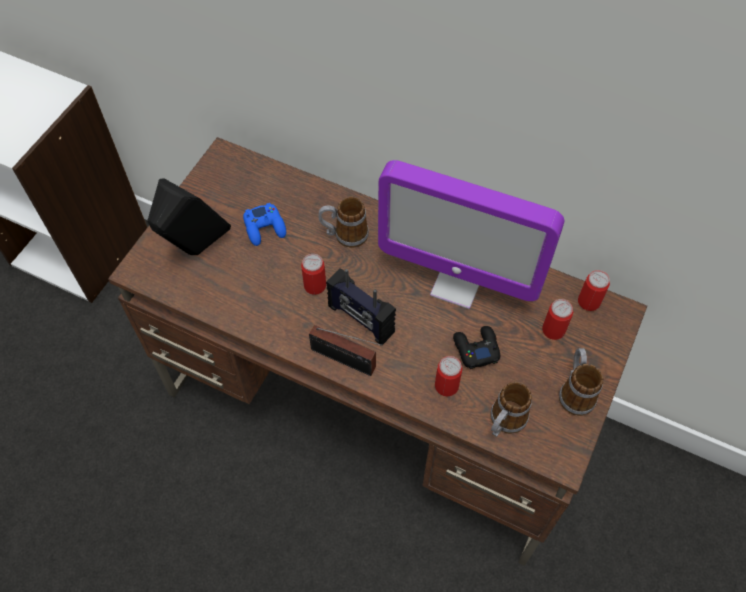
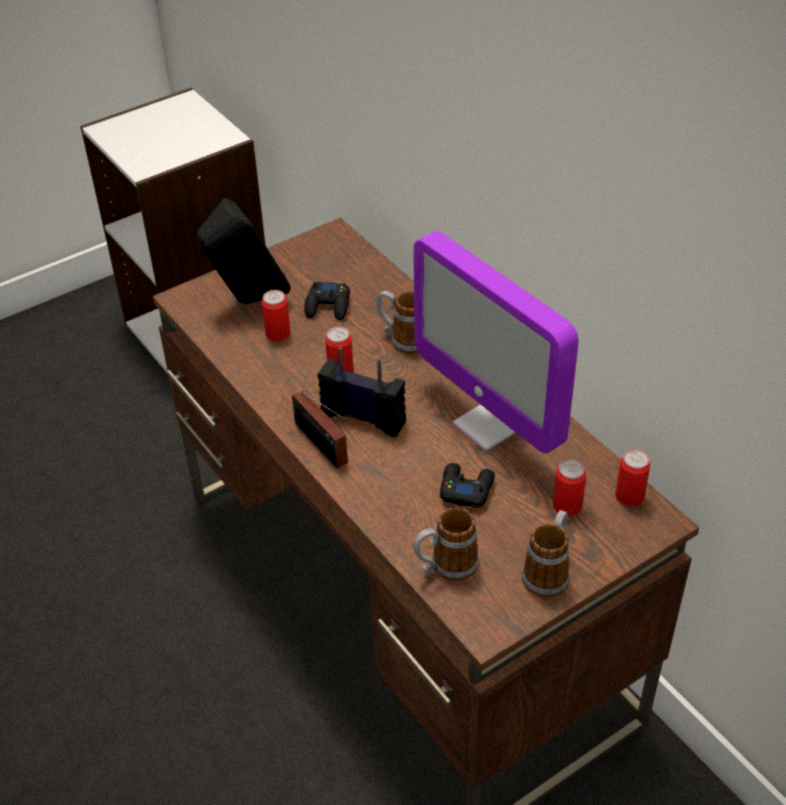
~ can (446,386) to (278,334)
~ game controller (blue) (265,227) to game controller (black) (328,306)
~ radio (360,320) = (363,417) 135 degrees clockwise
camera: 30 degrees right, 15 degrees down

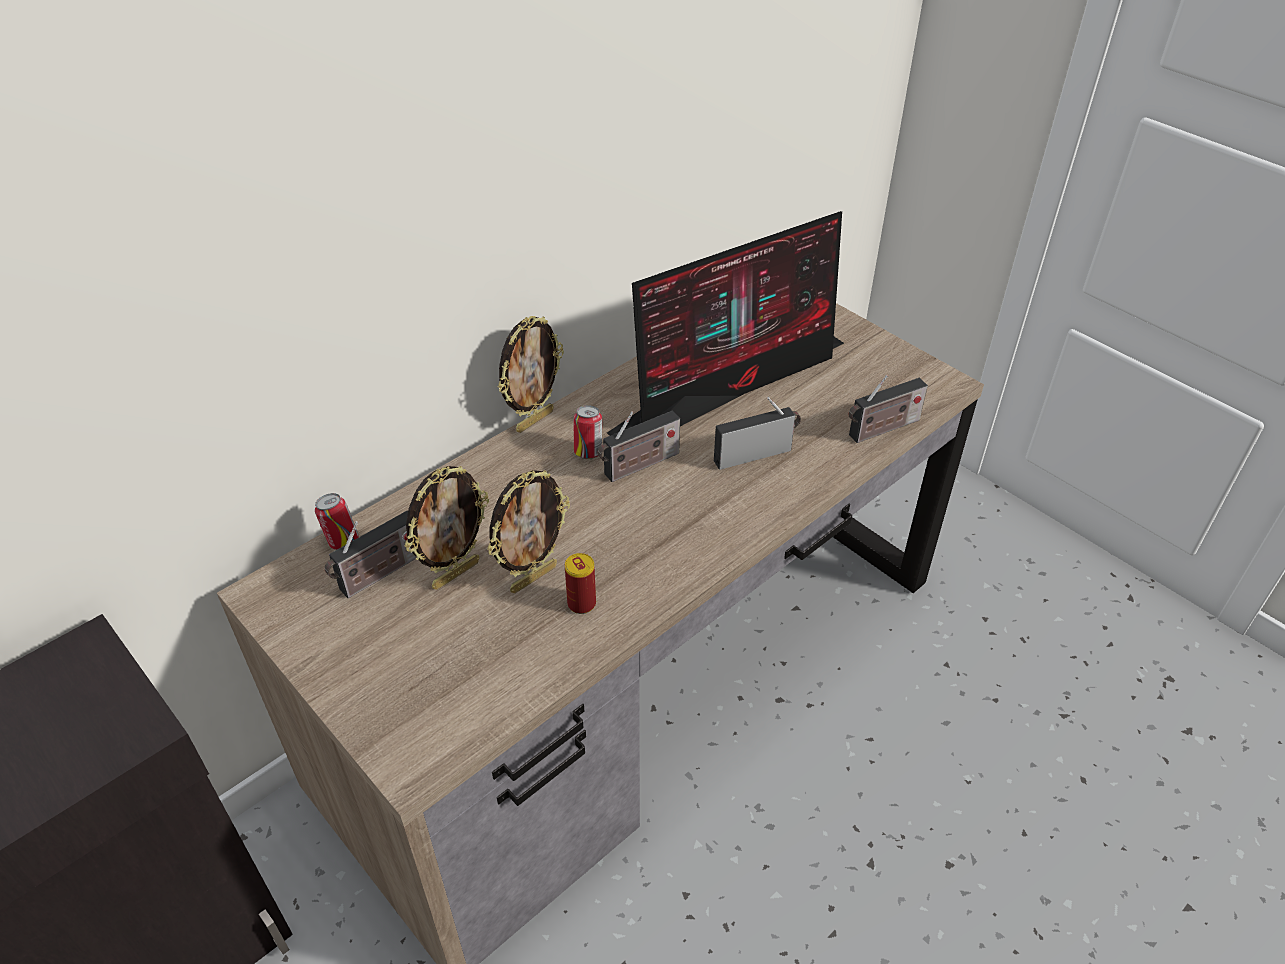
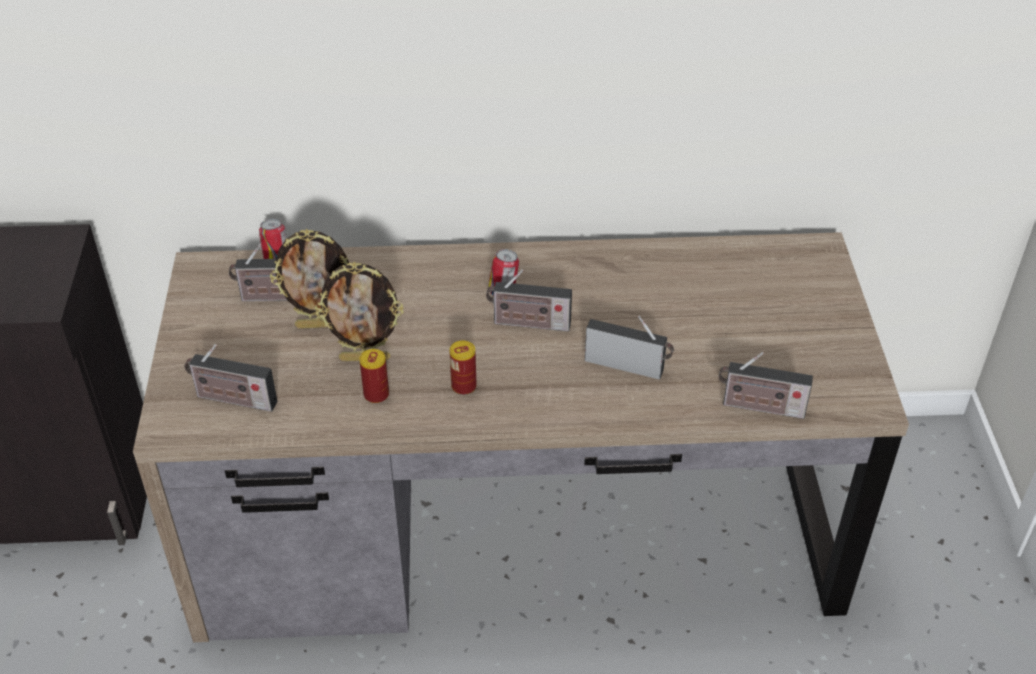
+ radio (232,399)
+ can (463,386)
- picture frame (534,420)
- monitor (734,385)
camera: 40 degrees right, 0 degrees up

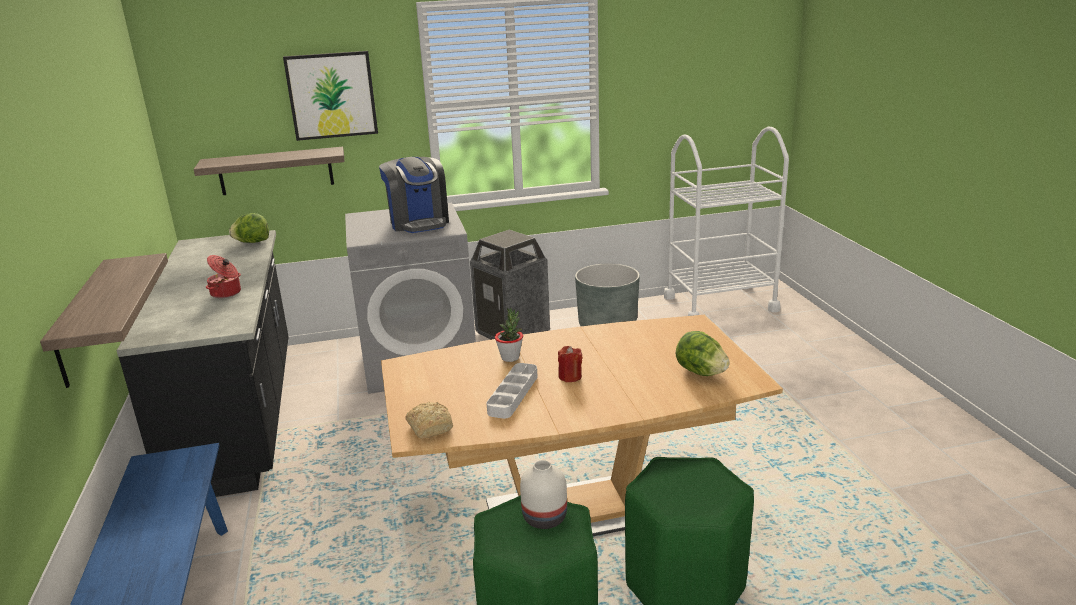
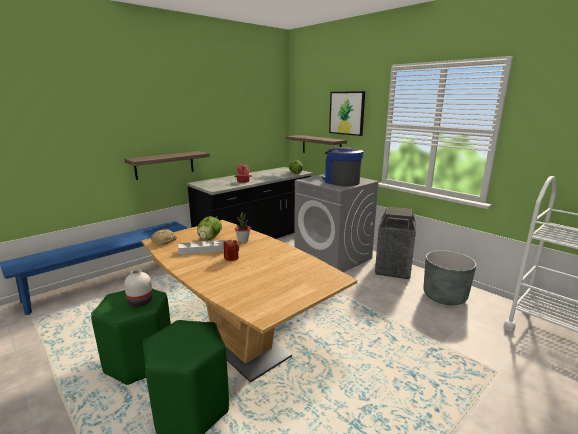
~ lettuce (700,372) to (209,238)
~ coffee machine (418,222) = (341,182) 105 degrees clockwise
camera: 60 degrees right, 5 degrees down

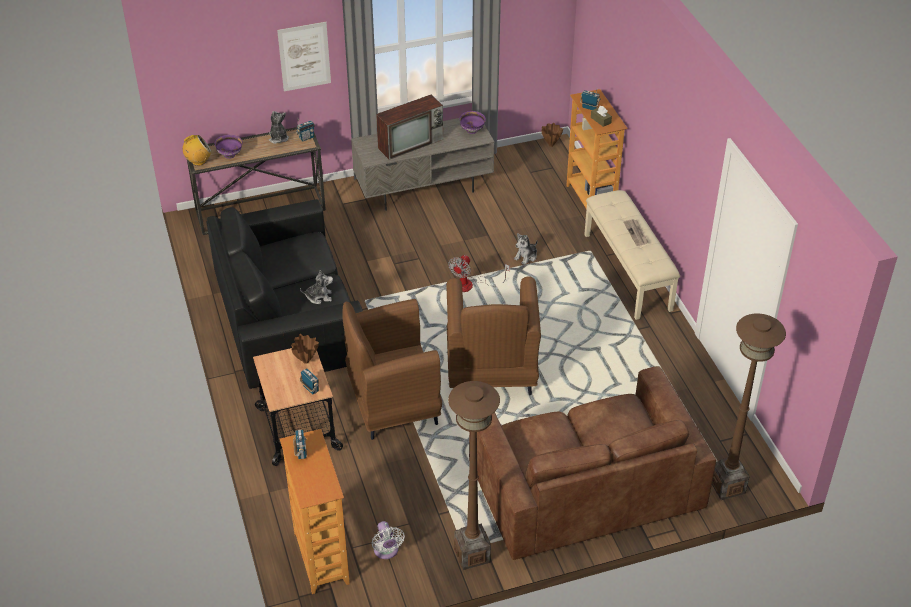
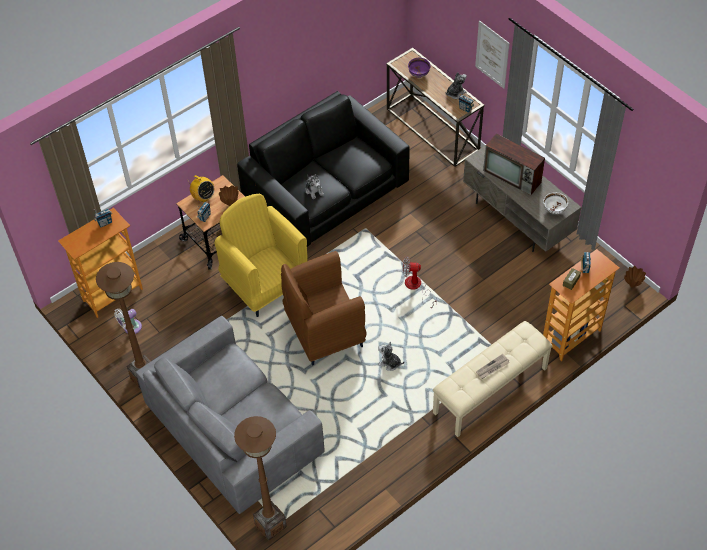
~ sofa (brown) (585,487) to sofa (grey) (232,428)
~ radio (198,161) to (203,197)
~ armchair (brown) (392,404) to armchair (yellow) (265,283)
~ plush toy (526,257) to (390,363)
~ bowl (purple) (472,131) to bowl (white) (554,210)
camera: 70 degrees right, 10 degrees up

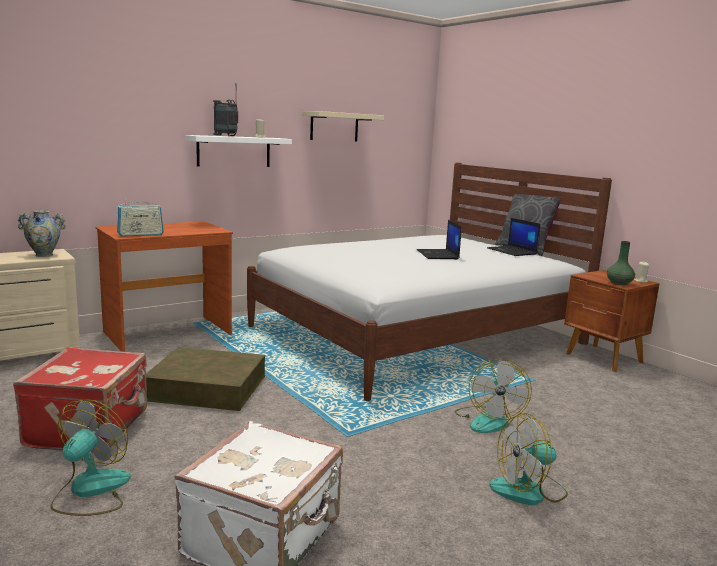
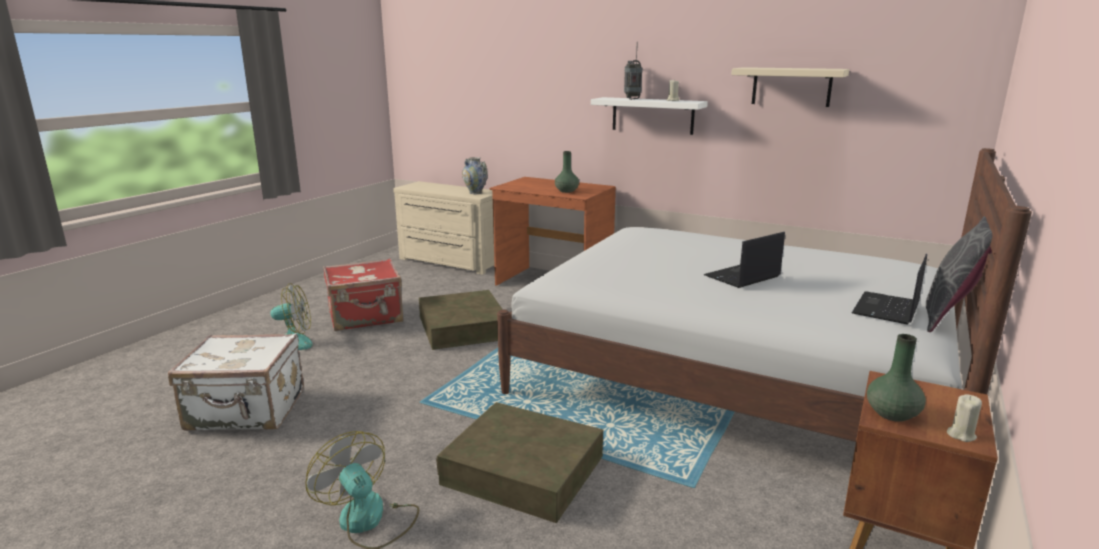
~ fan (488,420) to storage box (brown) (523,470)
+ vase (green) (566,191)
- radio (140,235)
camera: 65 degrees right, 5 degrees up

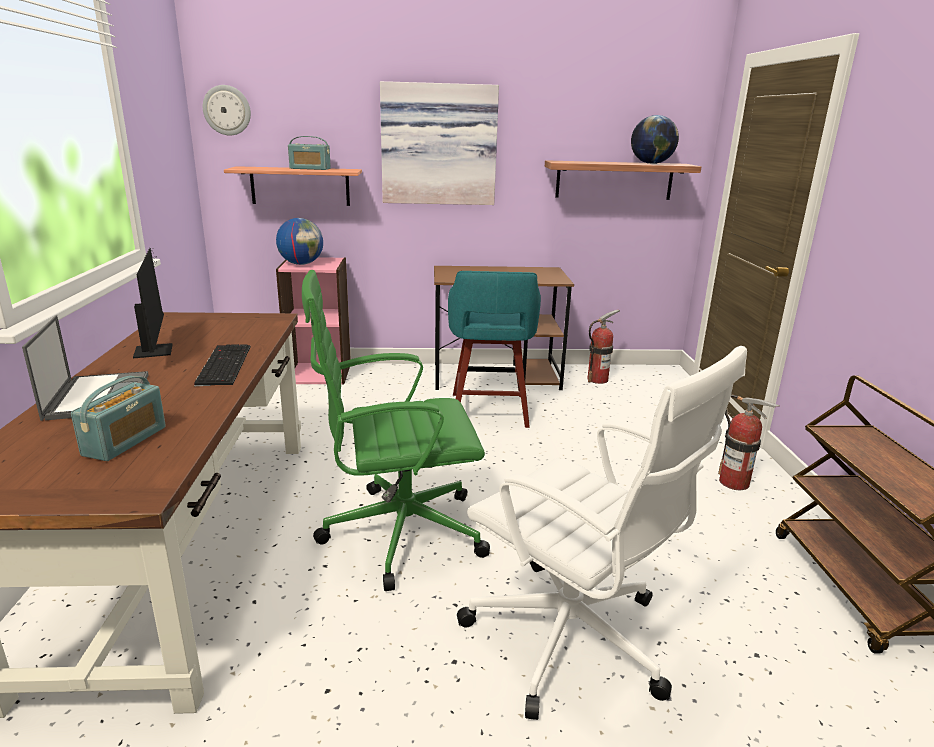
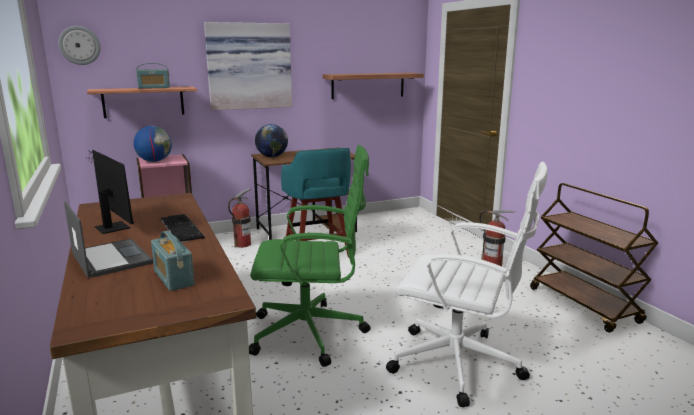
~ radio (125,441) = (173,278) 150 degrees clockwise
~ fire extinguisher (597,379) to (242,244)
~ office chair (green) (398,532) = (311,333) 150 degrees counterclockwise
~ globe (651,163) to (272,156)
camera: 20 degrees left, 5 degrees down

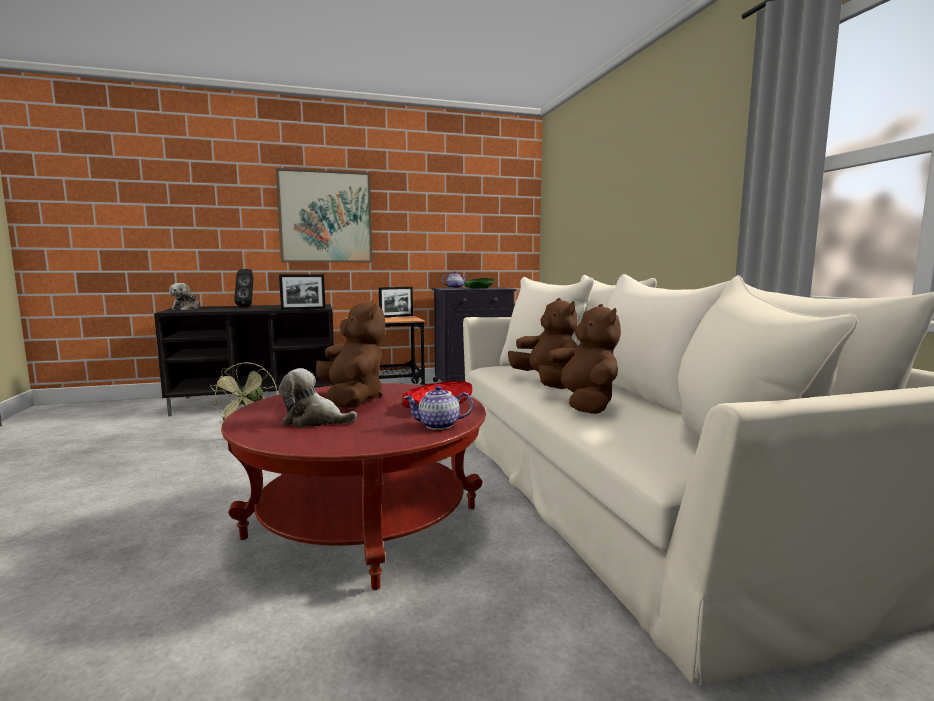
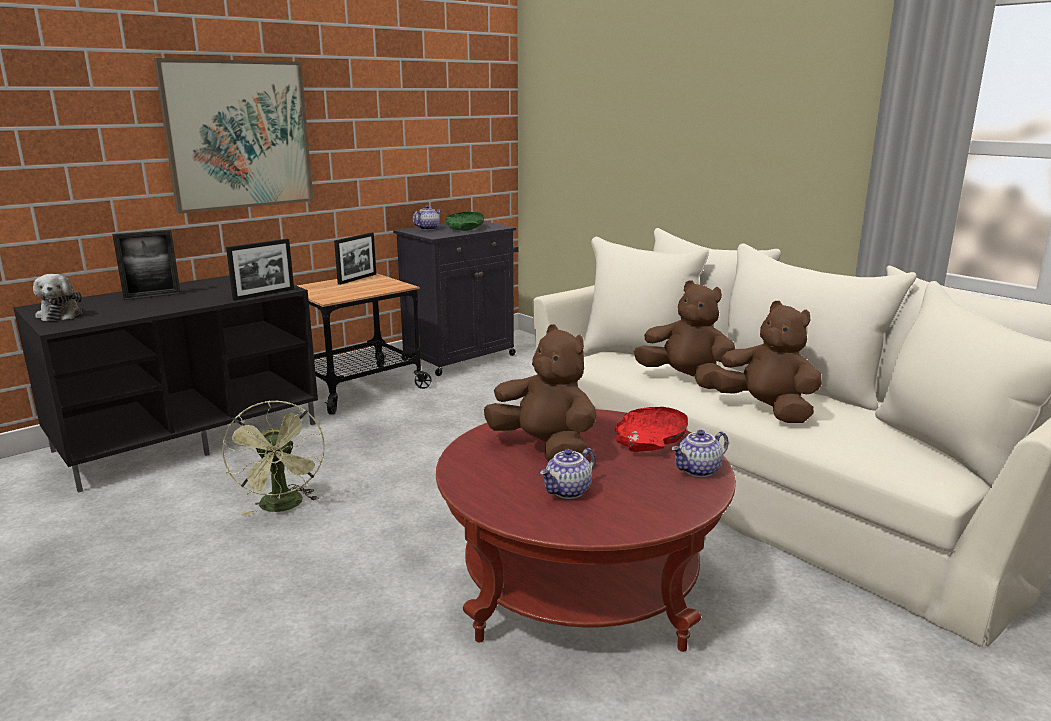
~ speaker (black) (247,307) to picture frame (152,296)
~ plush toy (314,421) to teapot (568,492)
camera: 25 degrees left, 10 degrees up

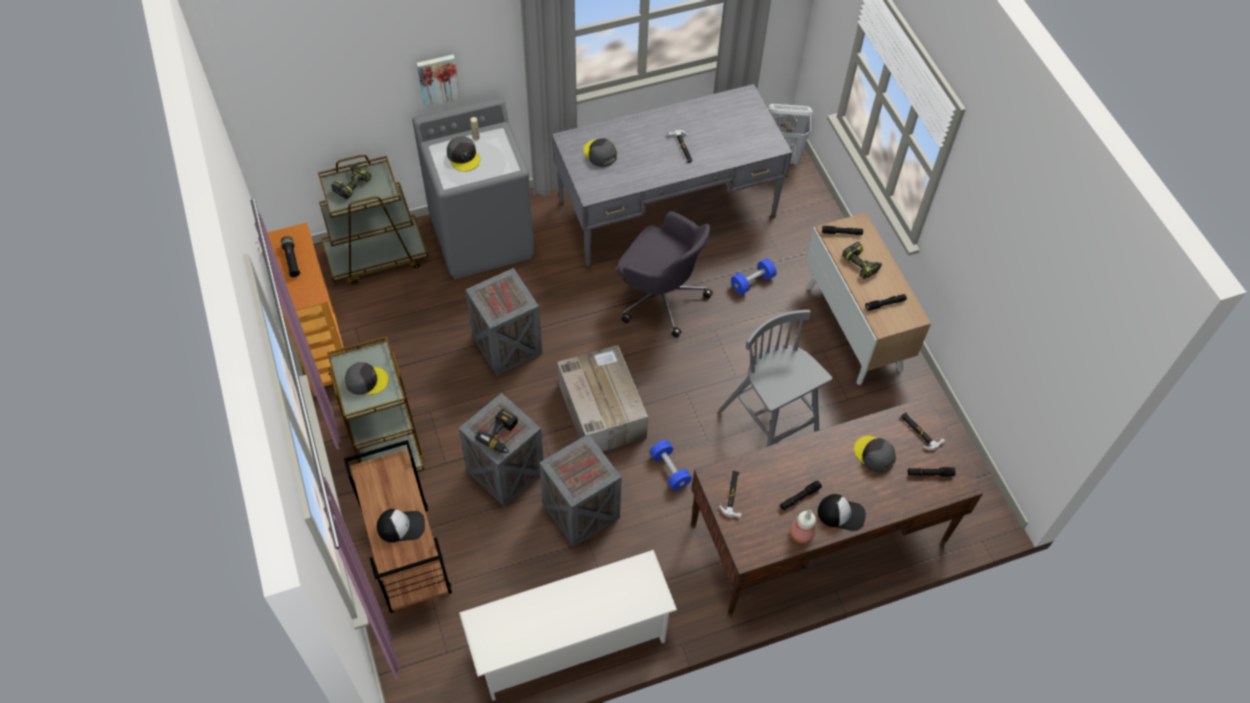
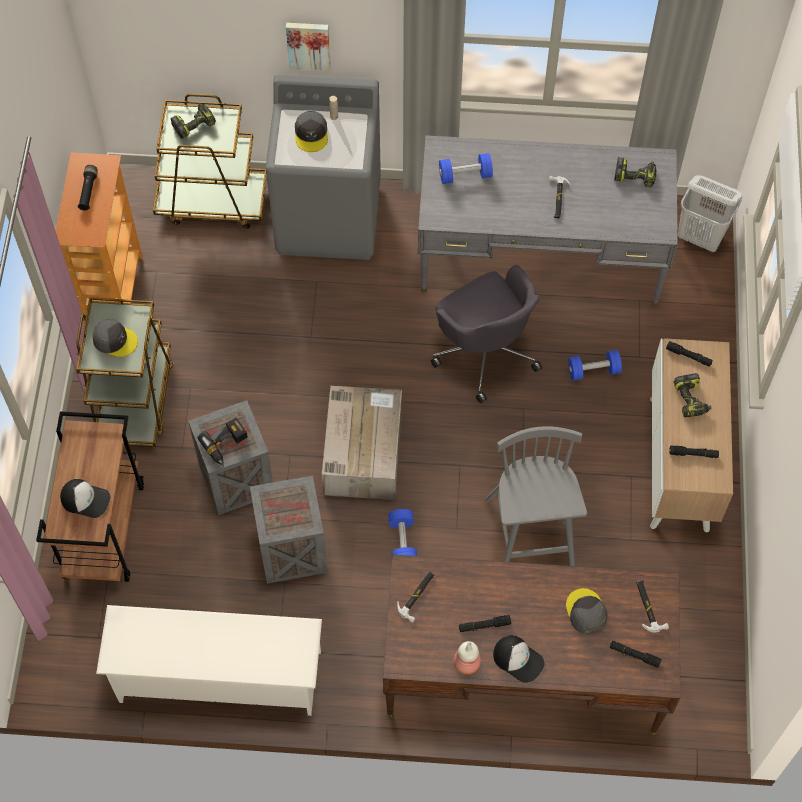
~ cap (grey) (600,154) to dumbbell (blue) (465,175)
+ power drill (635,175)
- crate (508,344)
camera: 25 degrees right, 5 degrees up

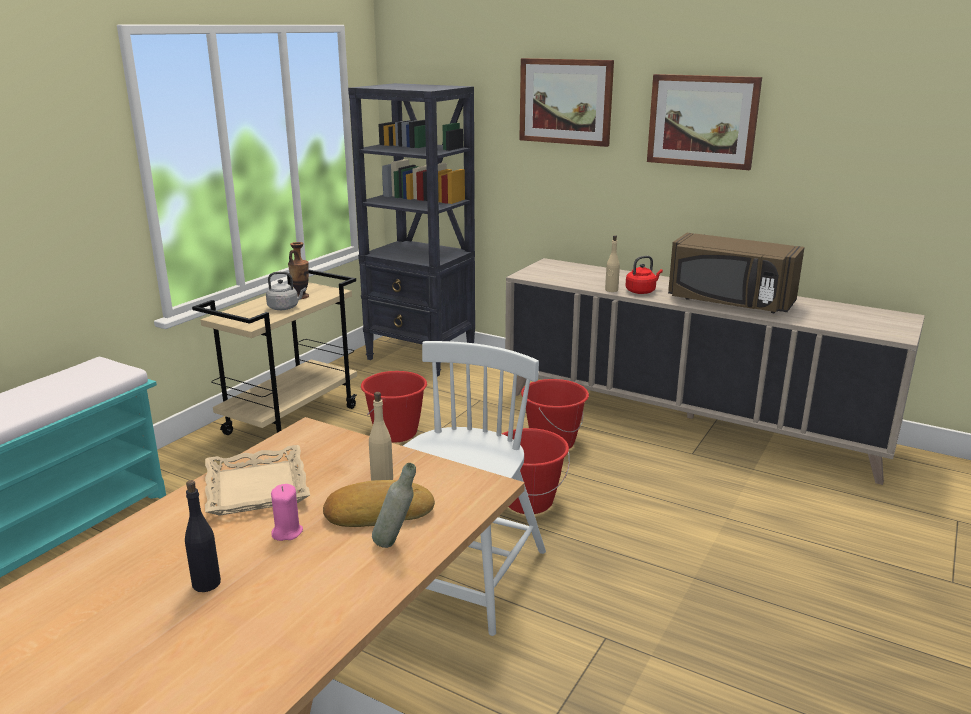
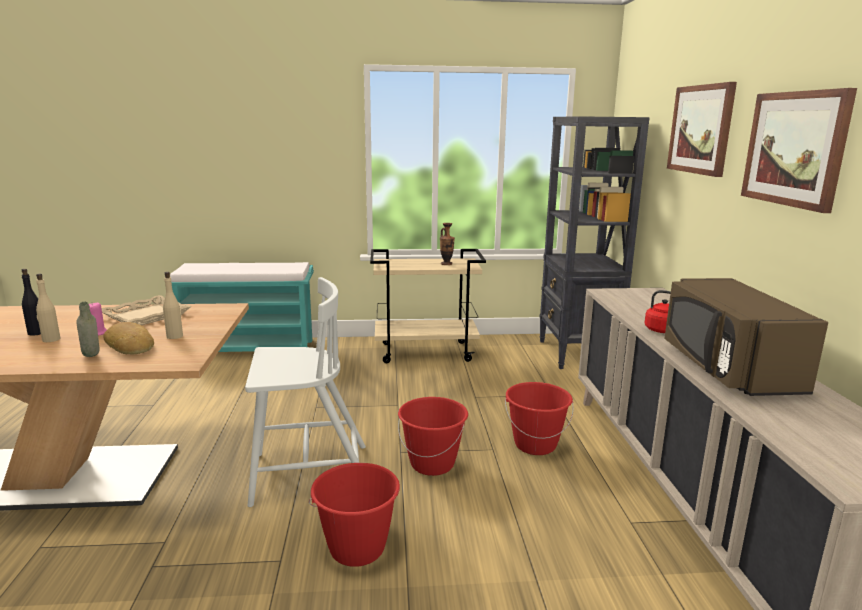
~ bottle (beige) (611,290) to (51,339)
~ bucket (red) (396,433) to (357,549)
- kettle (grey) (285,308)
camera: 55 degrees right, 5 degrees down

